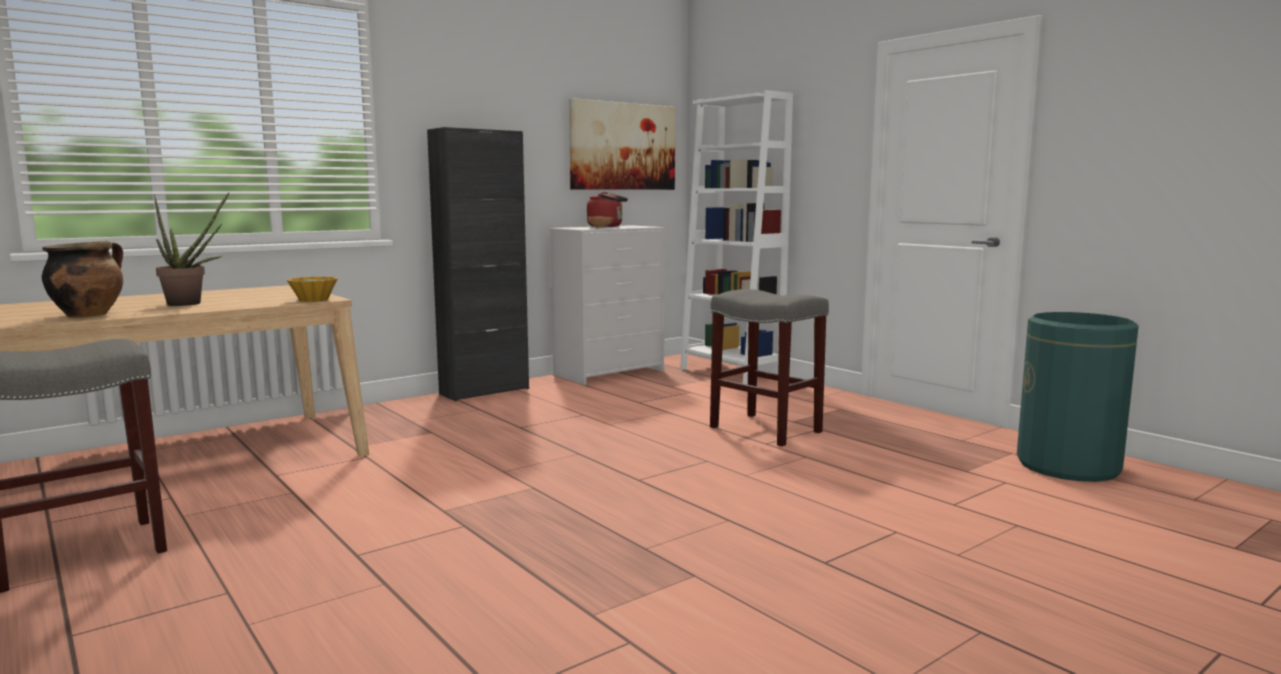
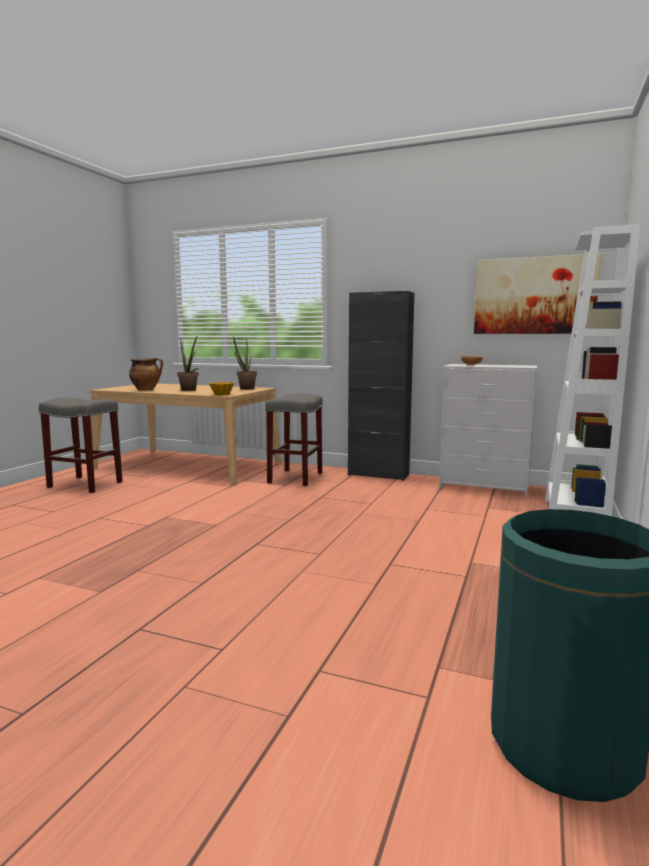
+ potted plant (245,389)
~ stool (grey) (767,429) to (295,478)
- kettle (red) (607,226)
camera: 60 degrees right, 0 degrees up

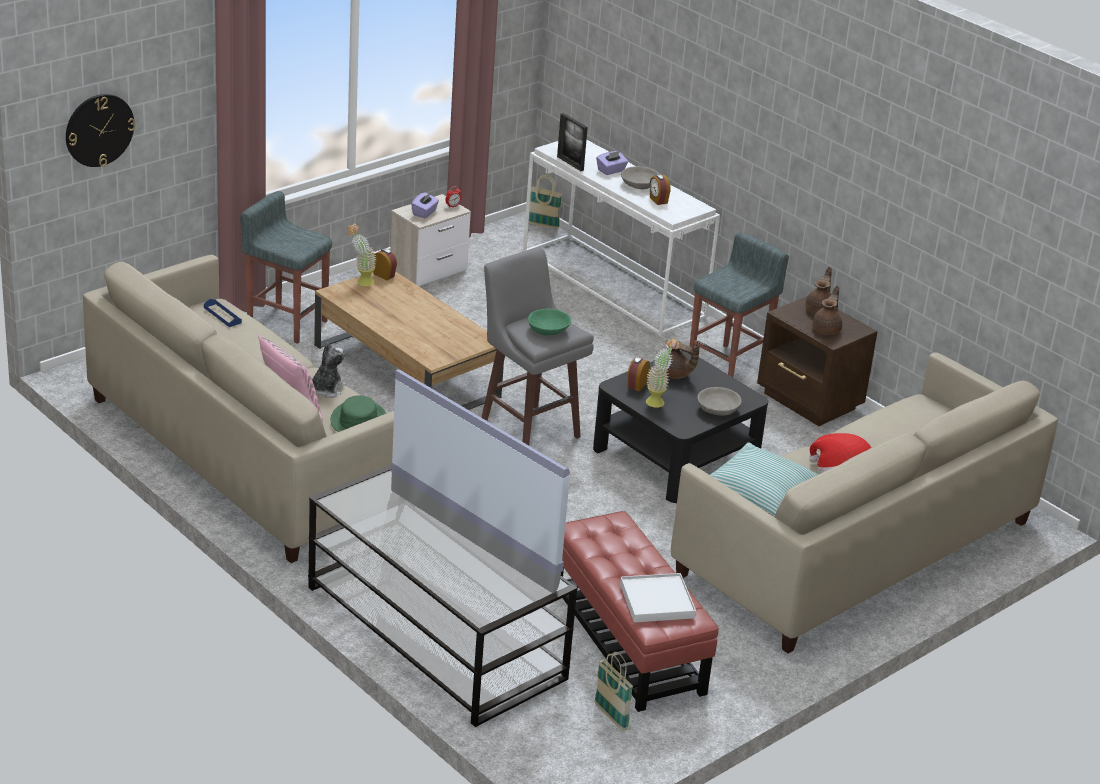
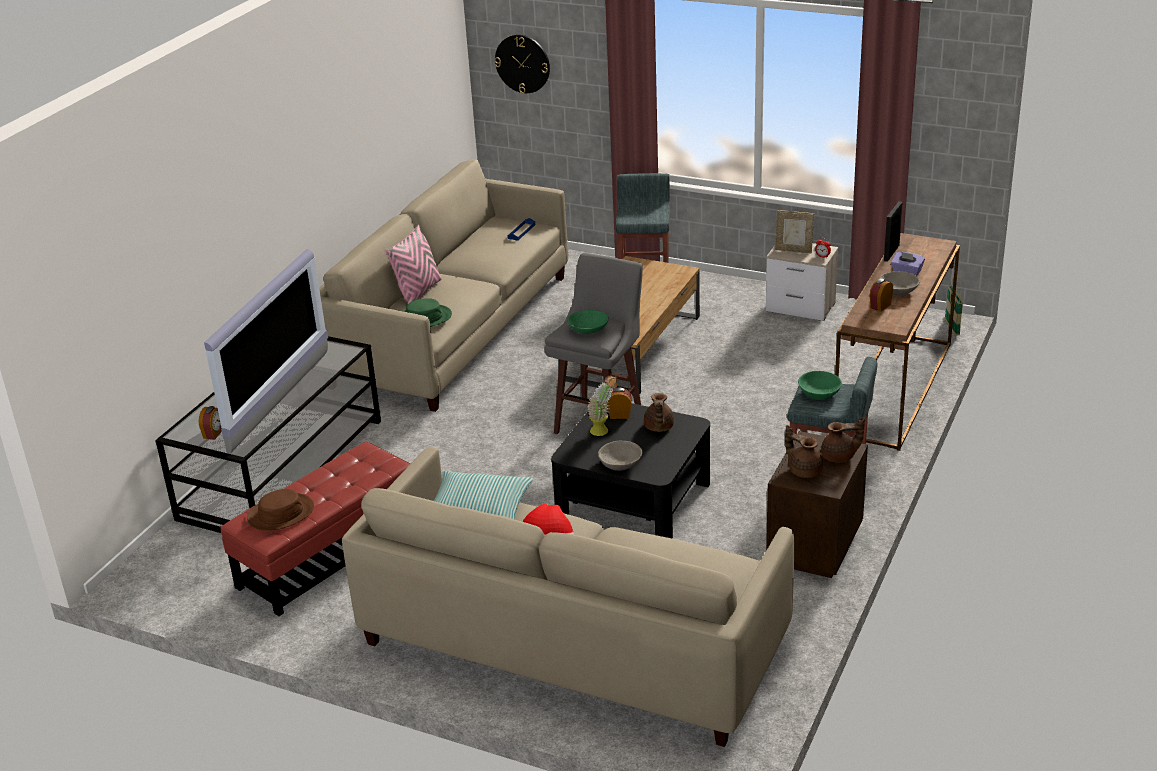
~ alarm clock (384,275) to (214,434)
~ tray (white) (656,601) to hat (brown) (280,513)
~ tissue box (purple) (424,213) to picture frame (794,250)
~ teapot (brown) (827,329) = (804,470) 135 degrees counterclockwise
+ bowl (green) (819,393)
~ console table (white) (614,285) to console table (brown) (895,390)
- plush toy (326,390)
- potted plant (361,281)
- basket (611,717)
camera: 70 degrees right, 0 degrees up

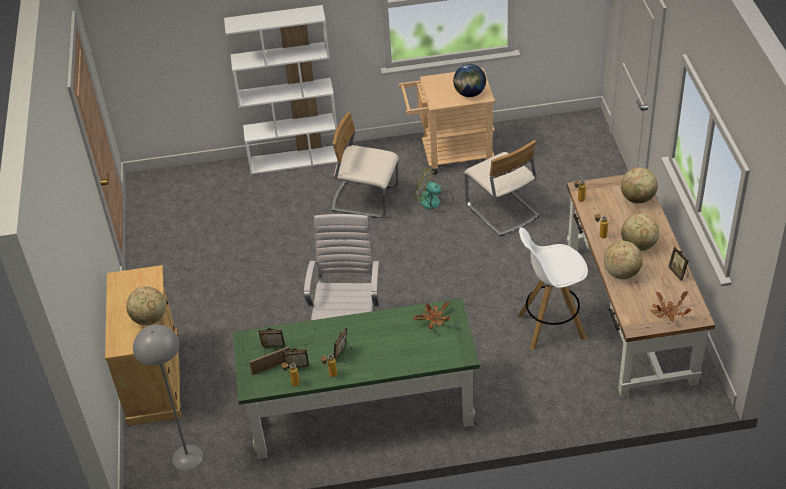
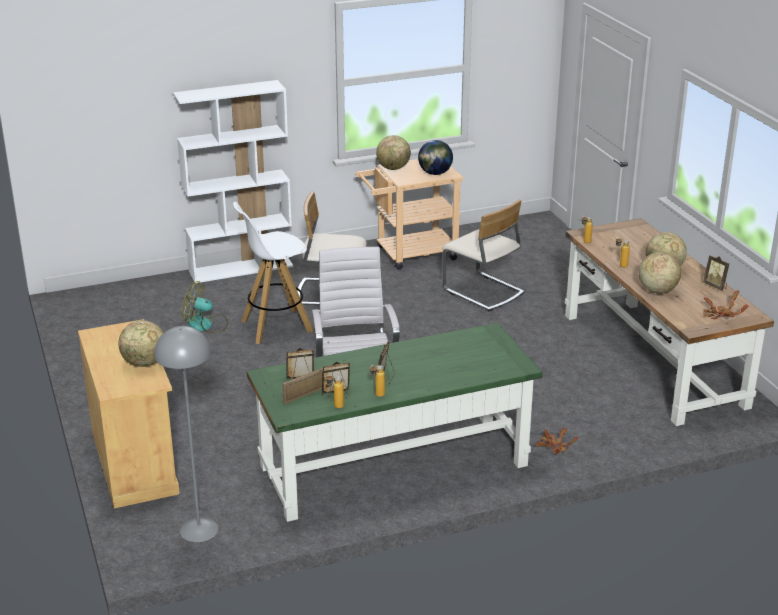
~ fan (434,202) to (206,325)
~ stool (white) (550,327) to (275,326)
~ globe (638,198) to (393,168)
~ potted plant (434,320) to (554,447)
camera: 15 degrees left, 15 degrees down

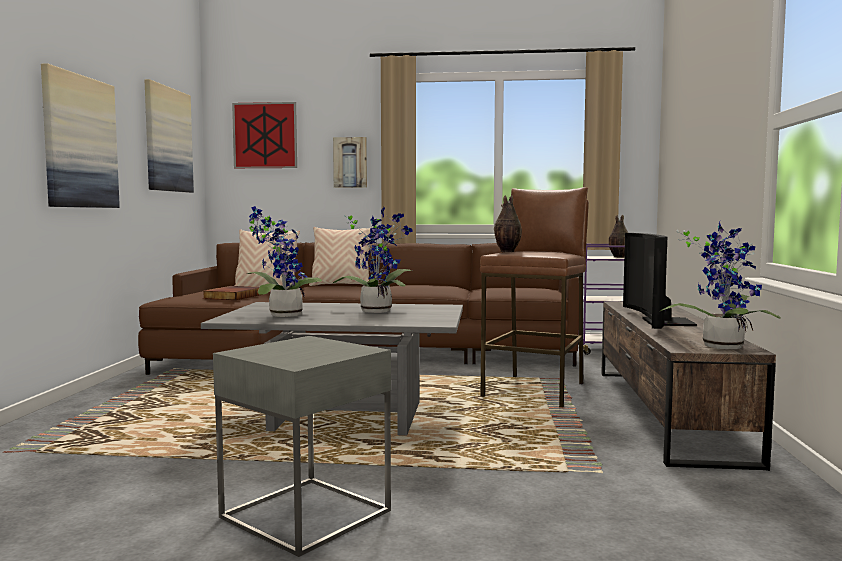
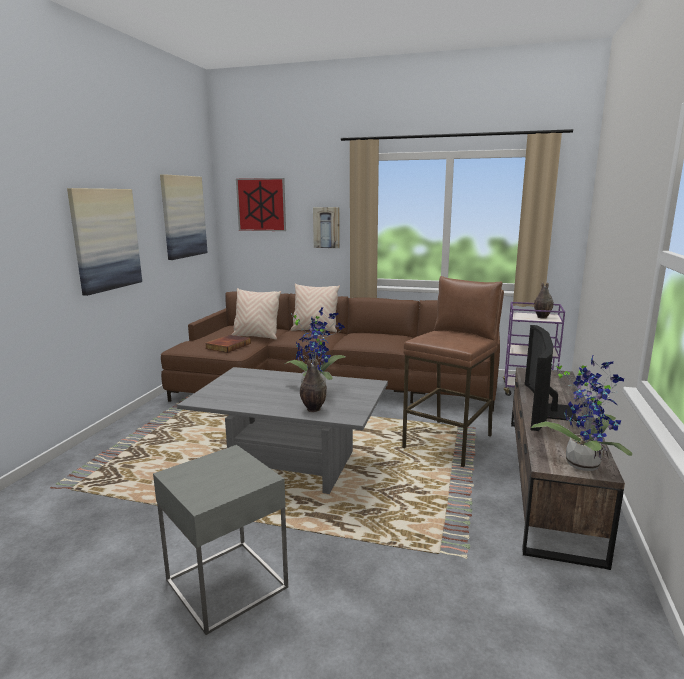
~ vase (506,251) to (313,409)
- potted plant (281,315)
camera: 10 degrees right, 10 degrees up

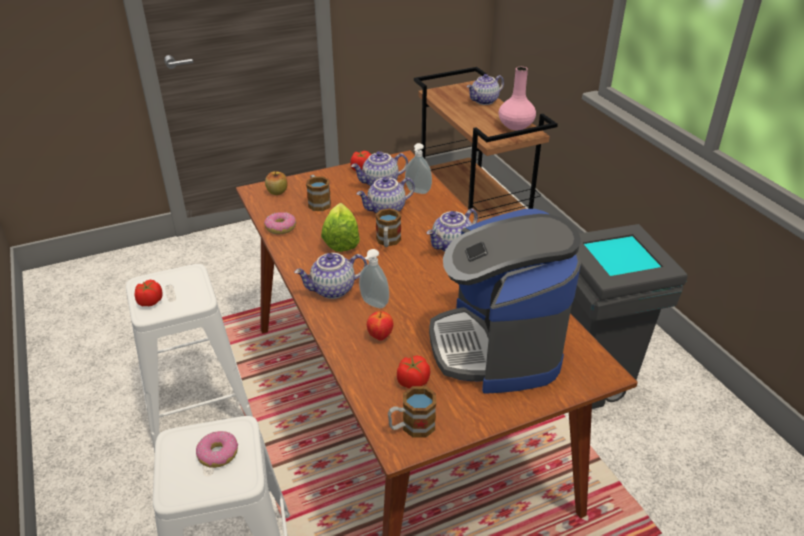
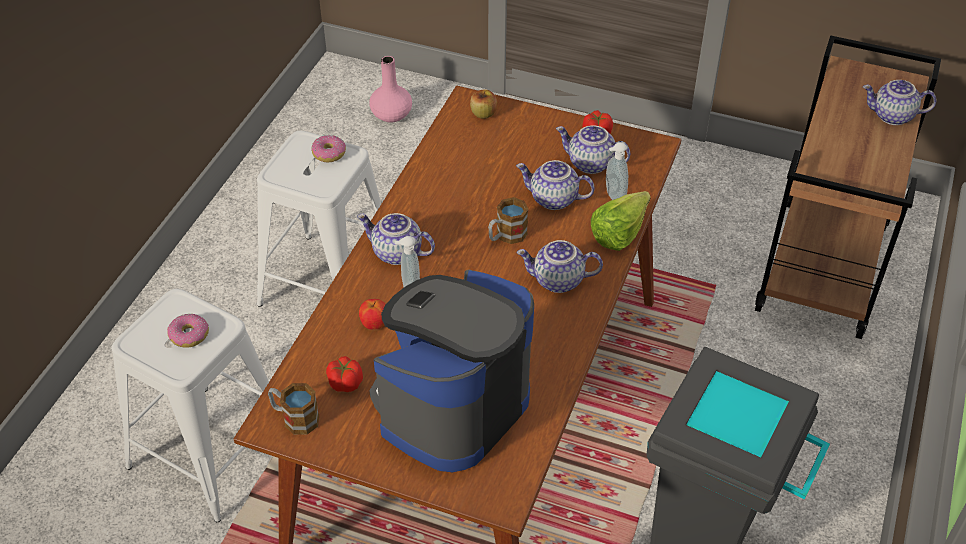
~ donut (281,228) to (329,153)
~ vase (pink) (516,126) to (392,115)
~ lettuce (342,238) to (624,231)
- tomato (150,301)
- mug (318,202)
camera: 45 degrees right, 10 degrees up

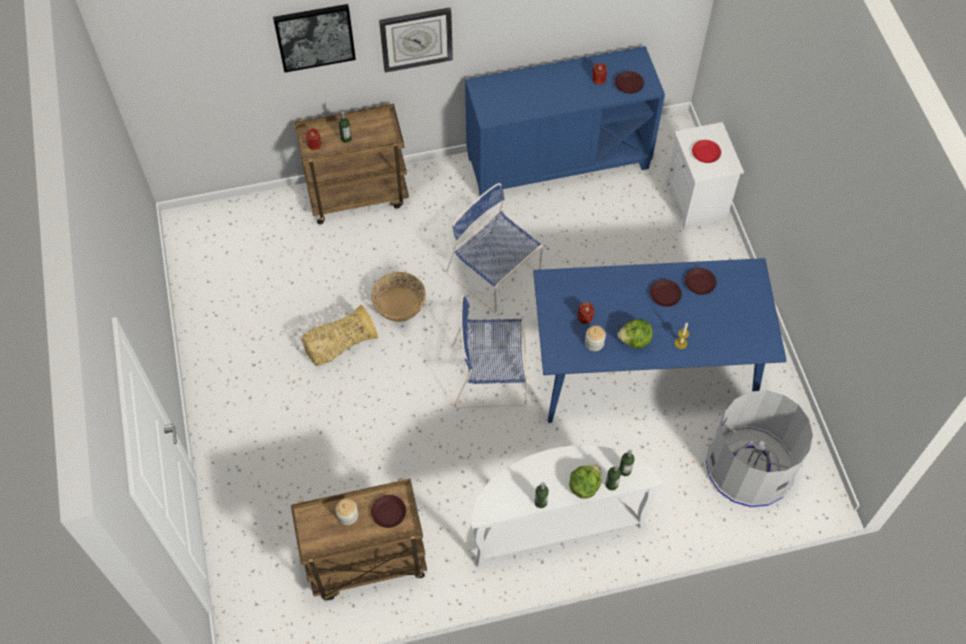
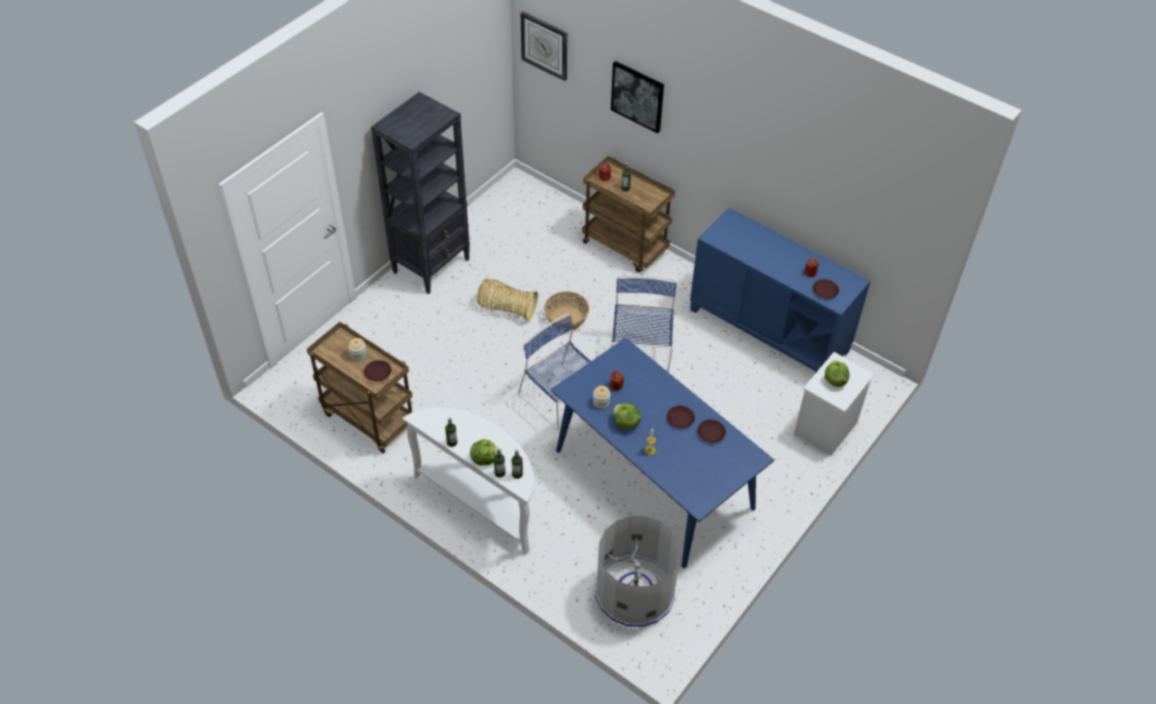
+ bookcase (black) (432,265)
~ wall clock (416,39) to (545,45)
~ plate (red) (706,154) to lettuce (834,380)
camera: 50 degrees right, 10 degrees down

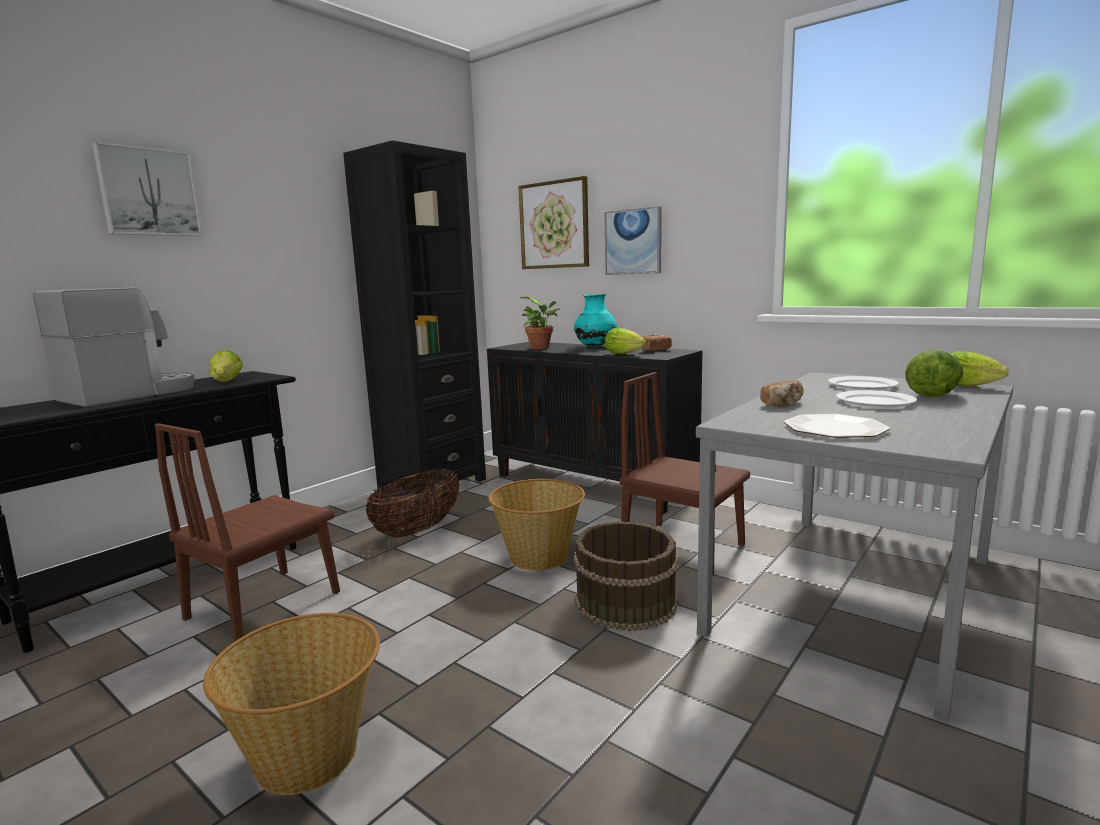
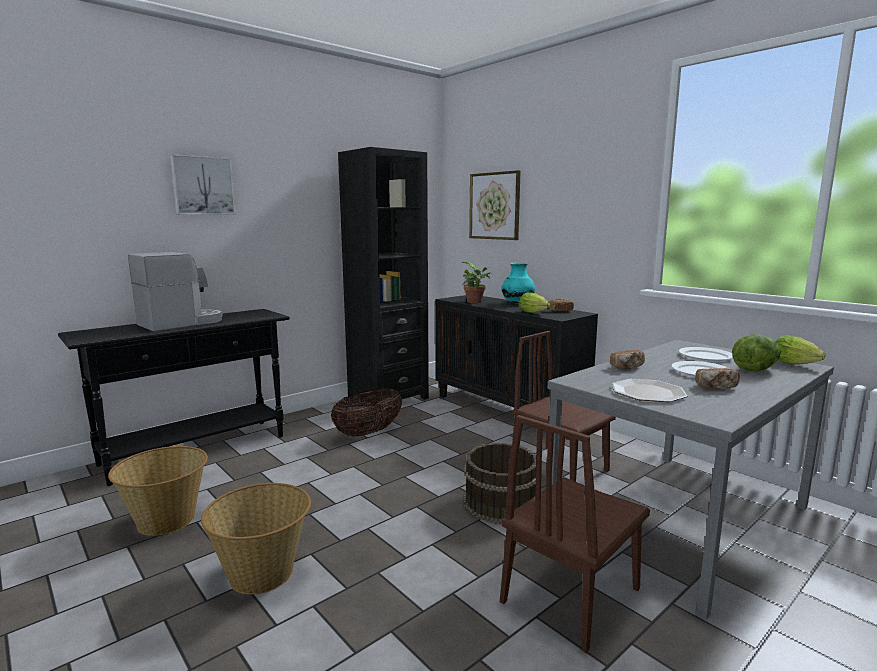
~ basket (539,557) to (166,521)
~ chair (brown) (264,605) to (571,595)
+ bread (716,387)
- lettuce (226,382)
- picture (633,242)
camera: 10 degrees right, 0 degrees up

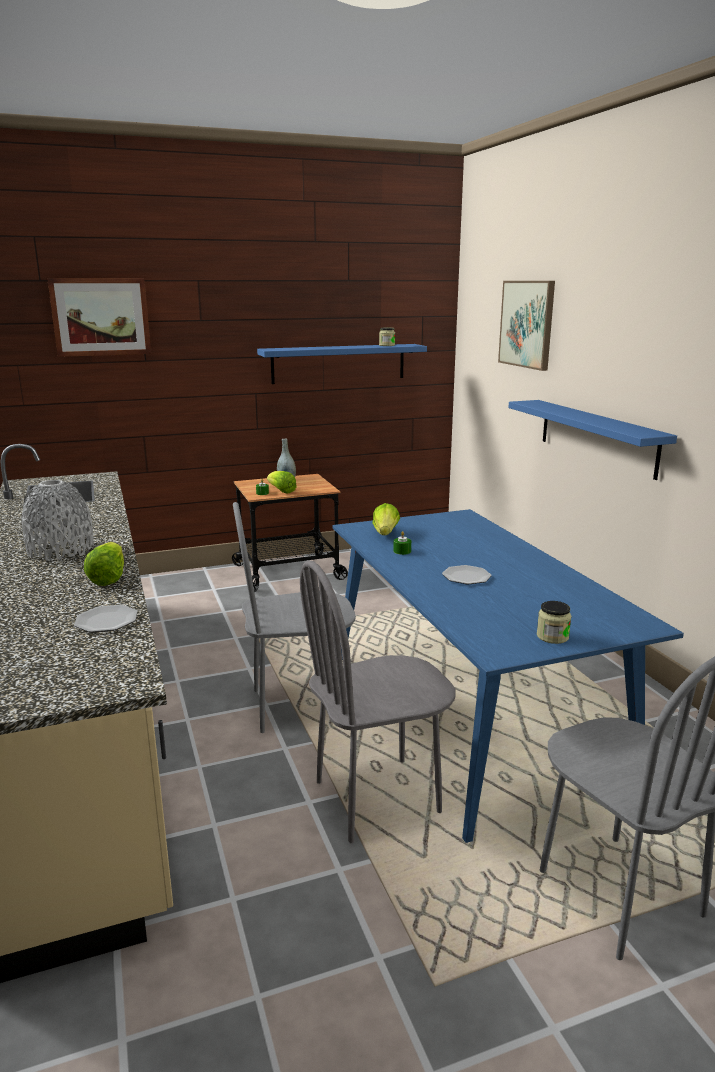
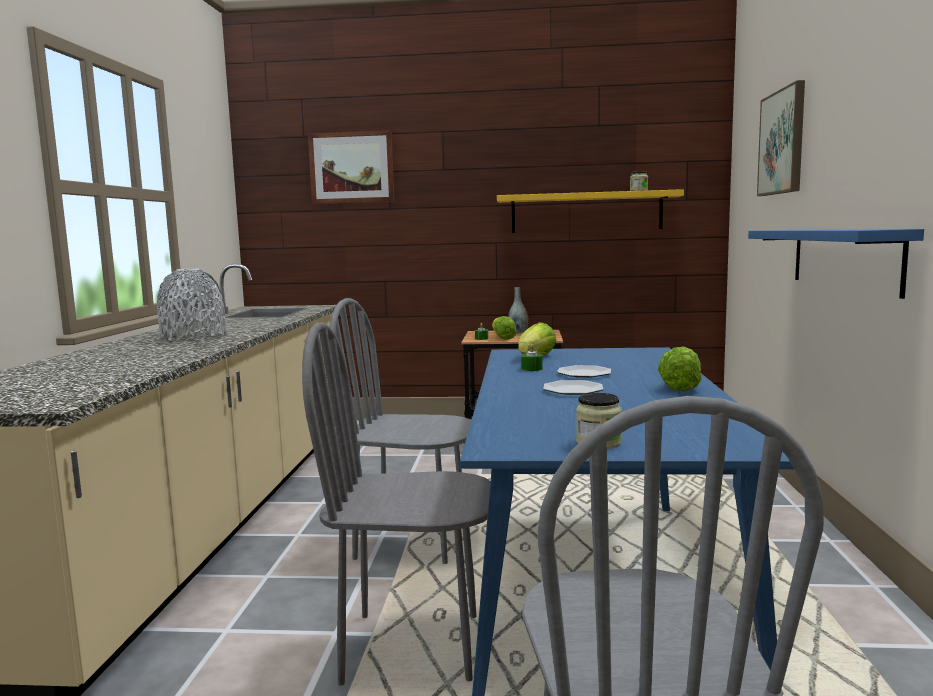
~ shelf (blue) (338,363) to shelf (yellow) (586,212)
~ plate (107,621) to (584,374)
~ lettuce (108,578) to (681,386)
camera: 25 degrees right, 10 degrees down

